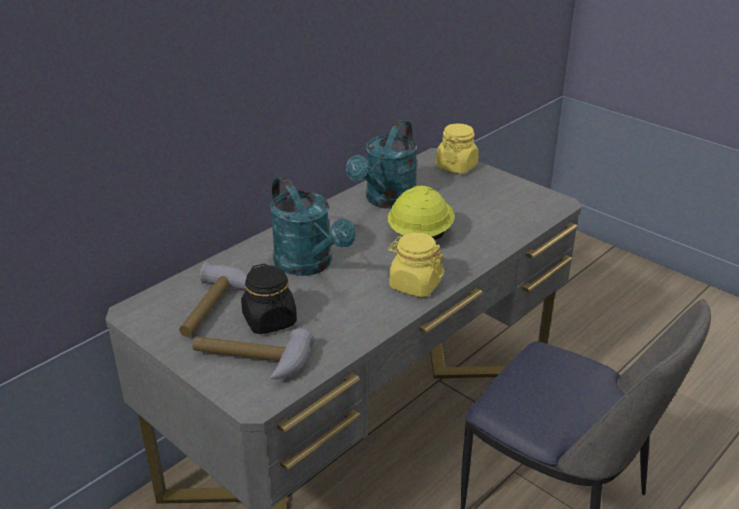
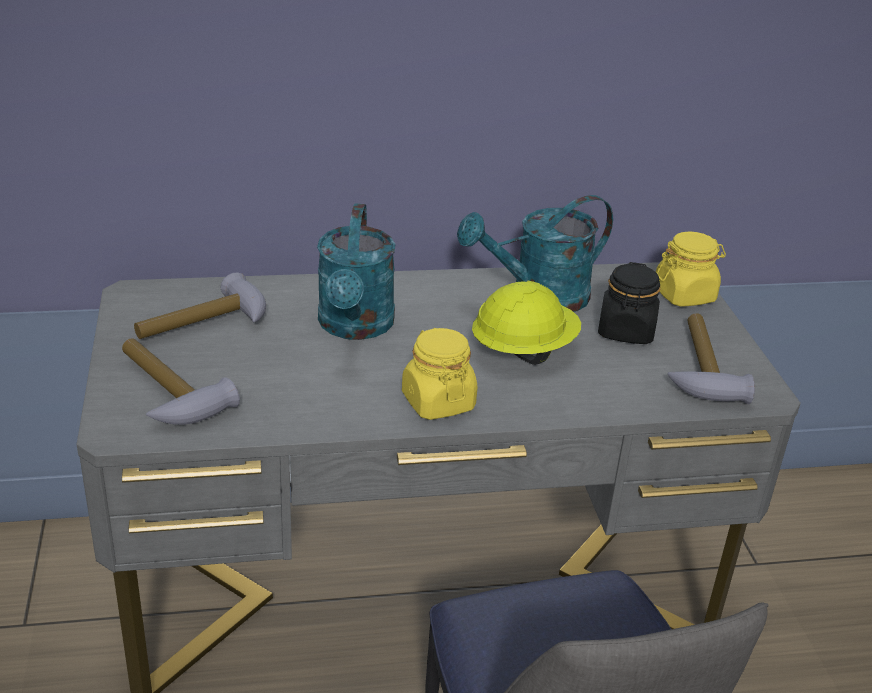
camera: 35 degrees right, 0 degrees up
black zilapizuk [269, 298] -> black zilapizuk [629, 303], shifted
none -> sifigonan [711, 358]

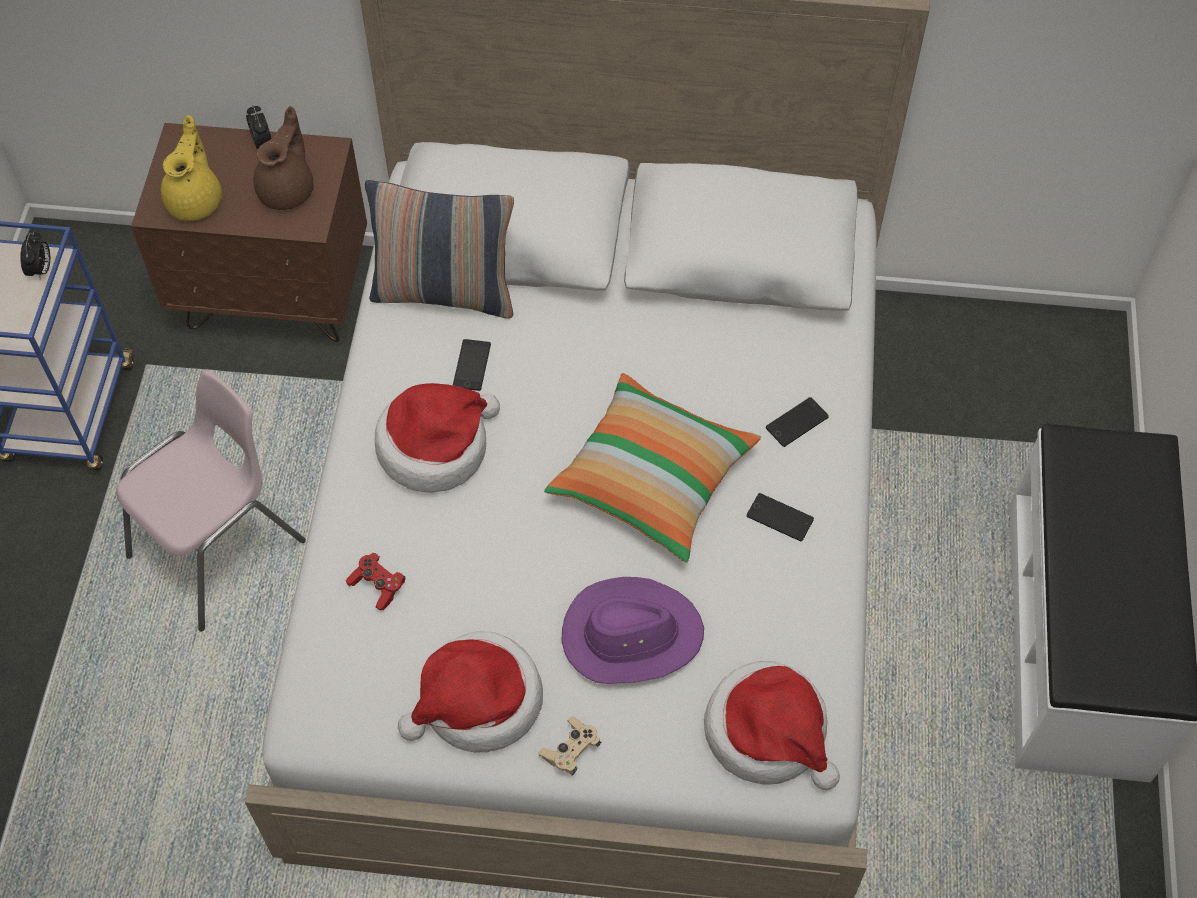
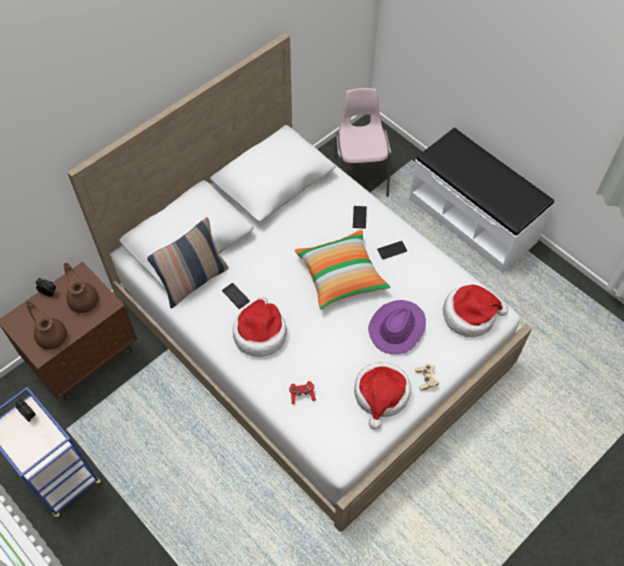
camera: 50 degrees left, 0 degrees up
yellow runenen [191, 168] -> brown runenen [46, 325]
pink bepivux [211, 500] -> pink bepivux [362, 142], shifted

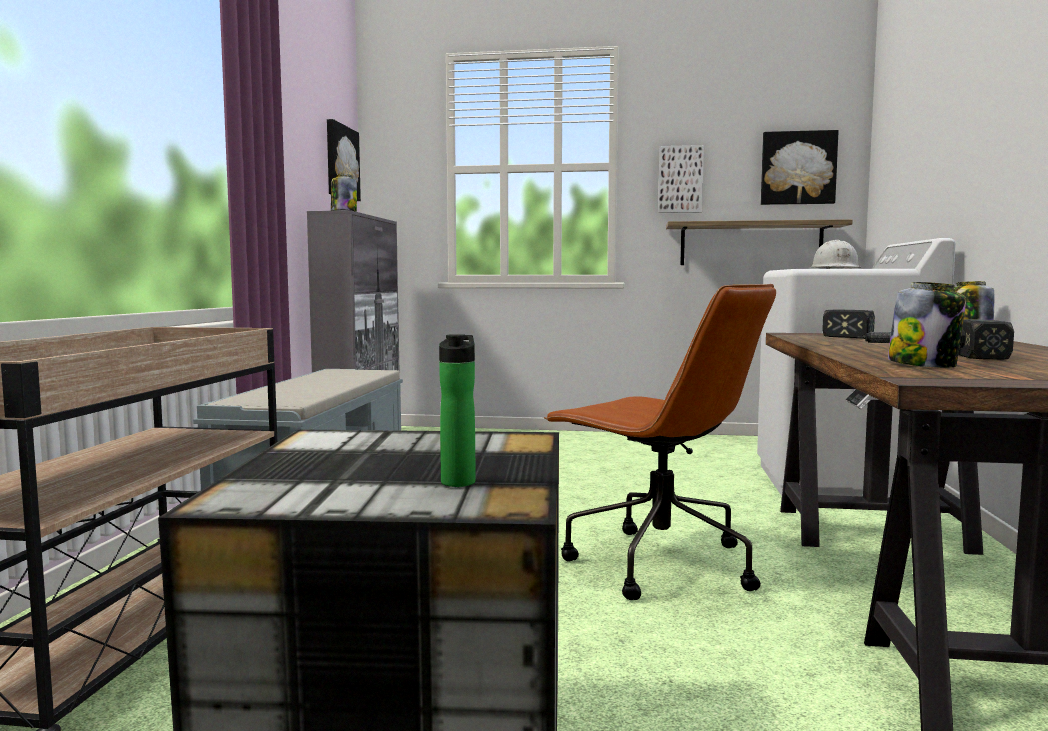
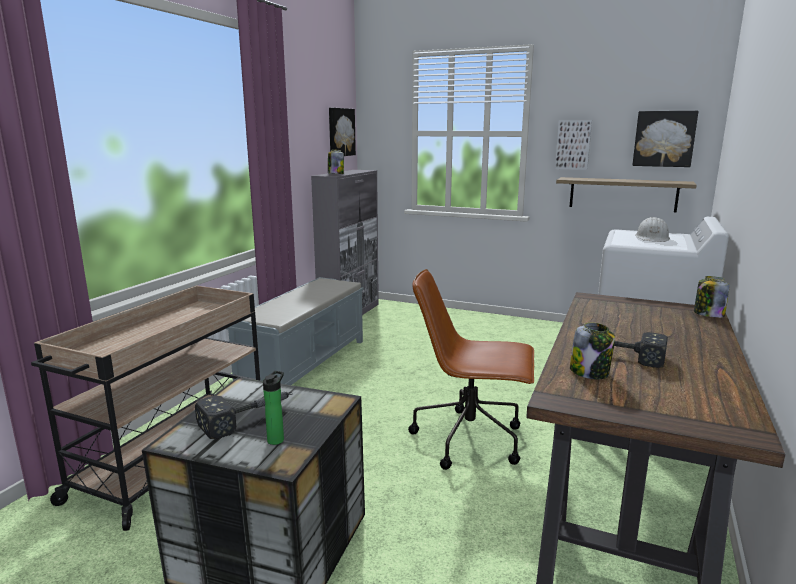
camera: 15 degrees right, 10 degrees up
sifigonan [848, 324] -> sifigonan [244, 415], shifted
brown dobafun [660, 442] -> brown dobafun [471, 369], 135 degrees clockwise

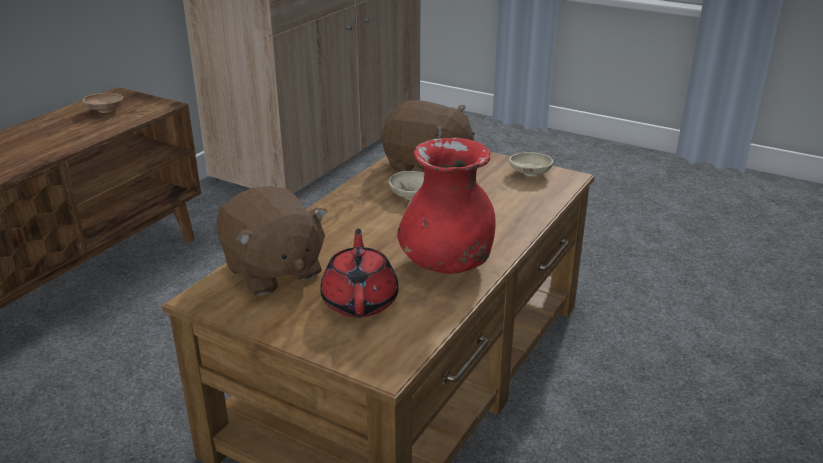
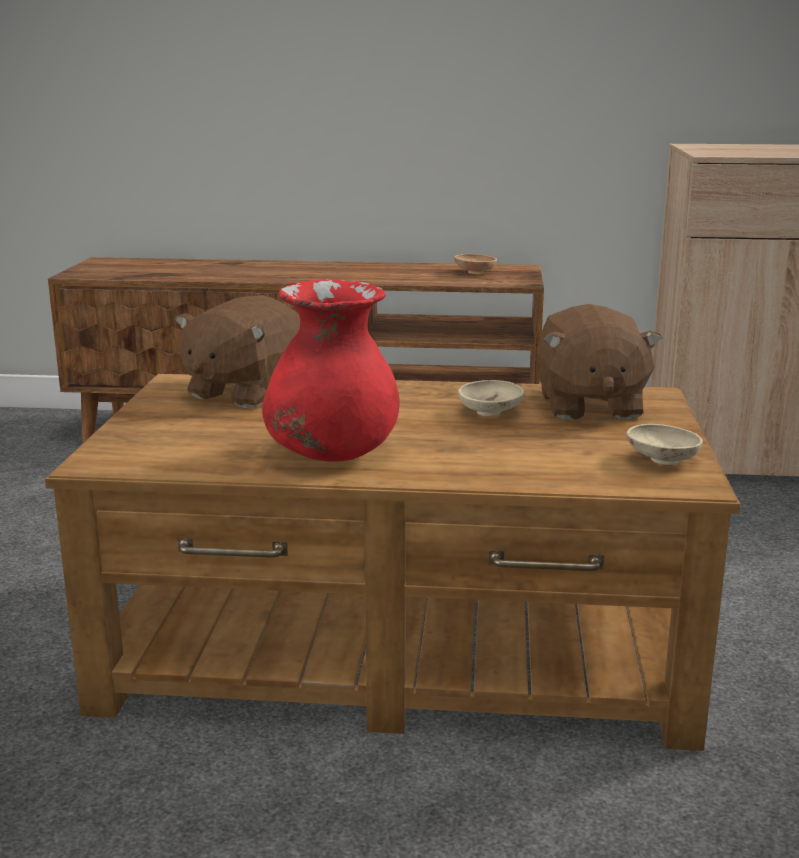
camera: 65 degrees right, 10 degrees down
red runenen [359, 273] -> none

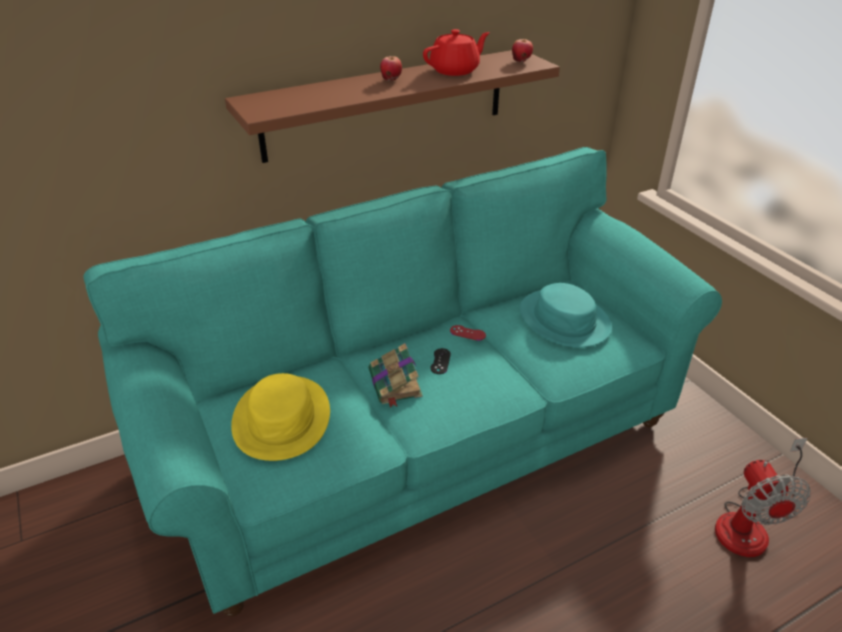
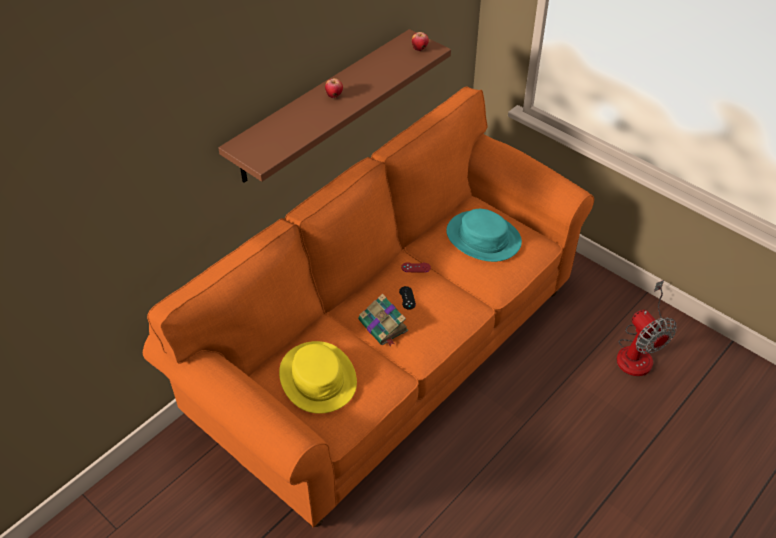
camera: 20 degrees left, 10 degrees up
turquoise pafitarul [402, 381] -> orange pafitarul [368, 307]
red runenen [456, 52] -> none

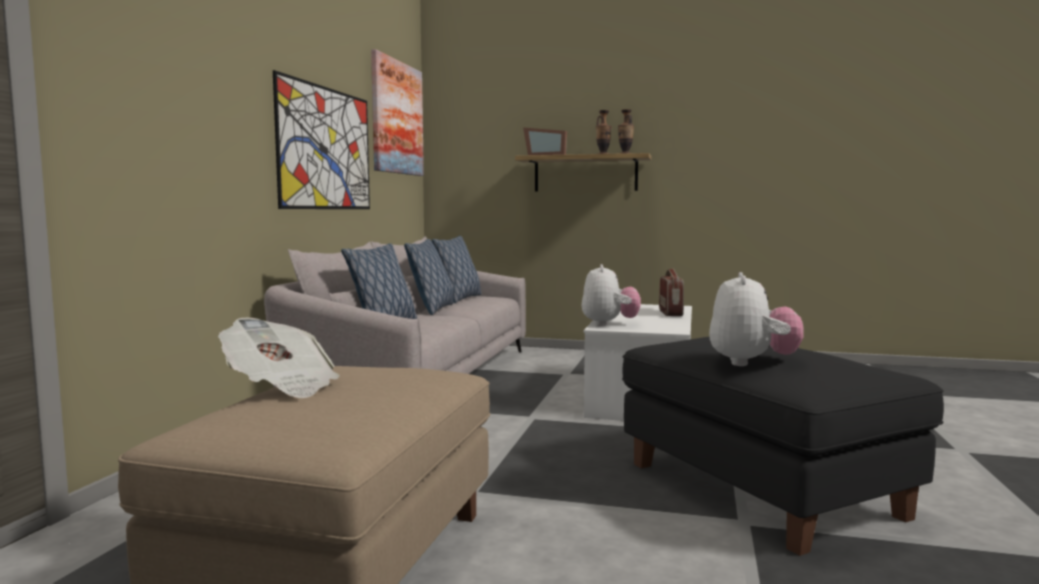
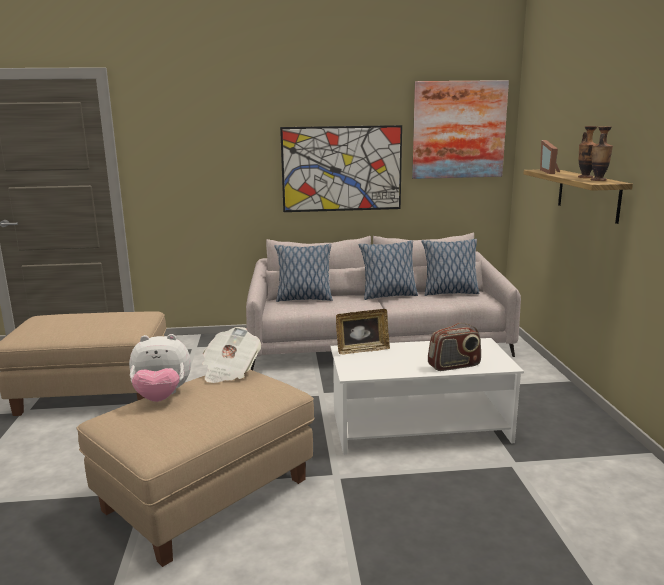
camera: 70 degrees right, 10 degrees up
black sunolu [783, 446] -> beige sunolu [196, 468]
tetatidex [278, 357] -> tetatidex [231, 355], shifted
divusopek [611, 295] -> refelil [363, 331]

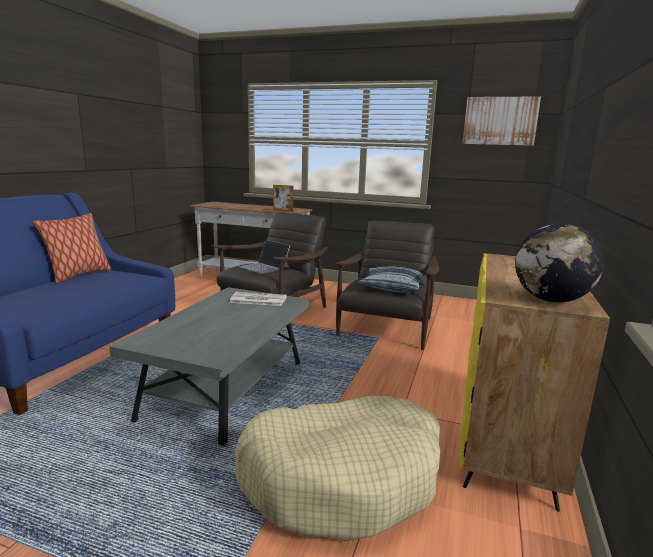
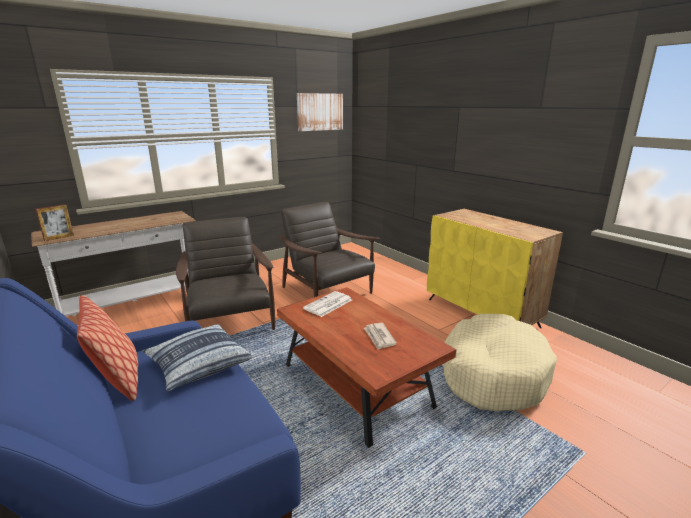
camera: 55 degrees left, 5 degrees up
refelil [283, 198] -> refelil [54, 222], shifted
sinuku [390, 279] -> sinuku [197, 357], shifted
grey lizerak [209, 367] -> brown lizerak [366, 367]
none -> tetatidex [380, 336]
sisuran [265, 257] -> none
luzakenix [559, 263] -> none

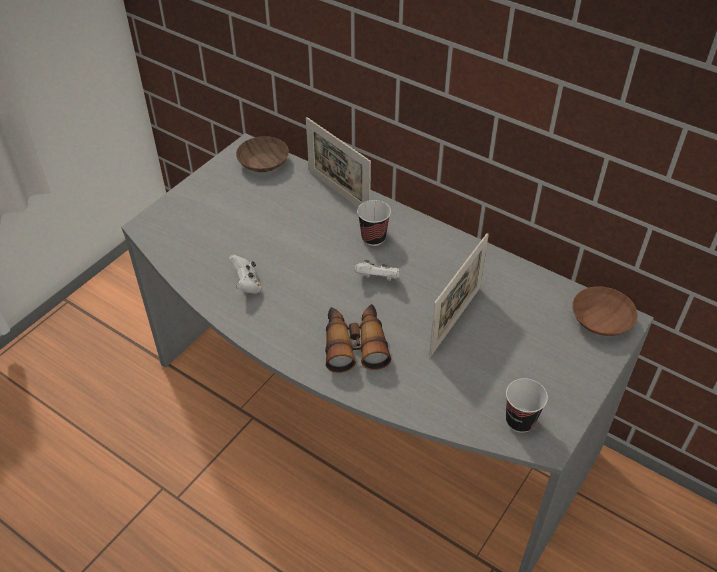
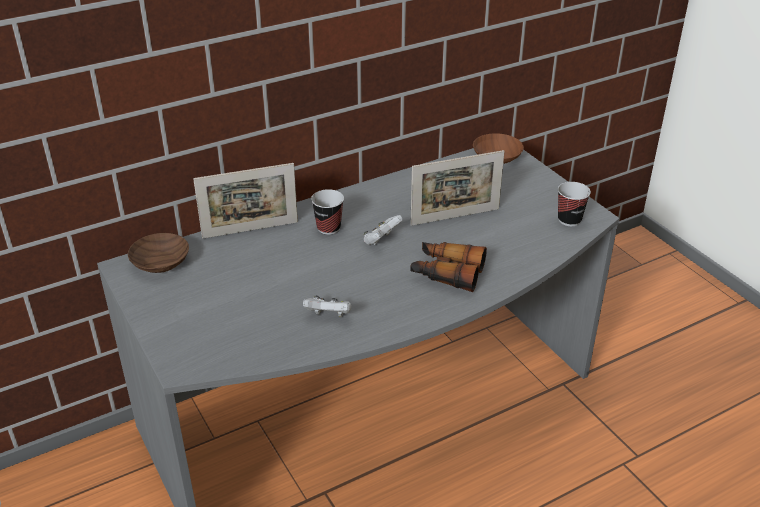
camera: 65 degrees left, 10 degrees down
refelil [459, 295] -> refelil [458, 188], 105 degrees clockwise

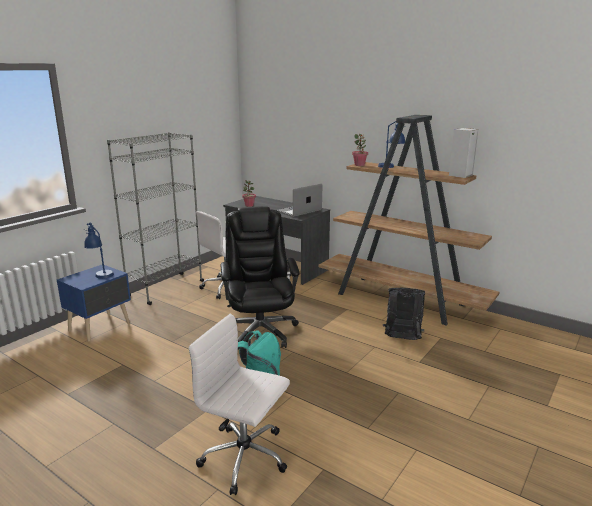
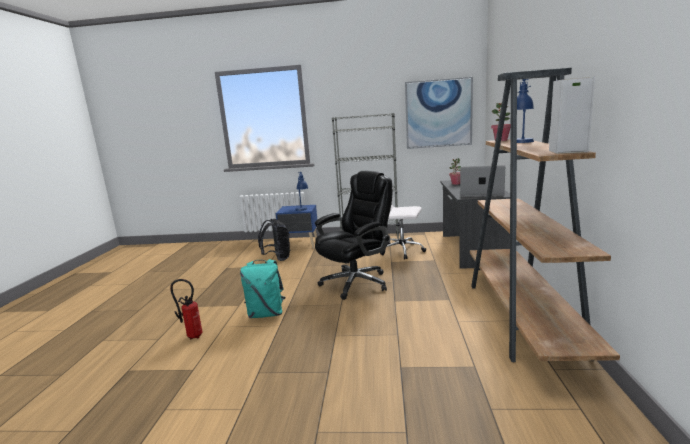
camera: 60 degrees right, 5 degrees down
white dobafun [239, 404] -> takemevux [186, 309]
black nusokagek [404, 314] -> black nusokagek [274, 240], shifted
none -> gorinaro [439, 113]

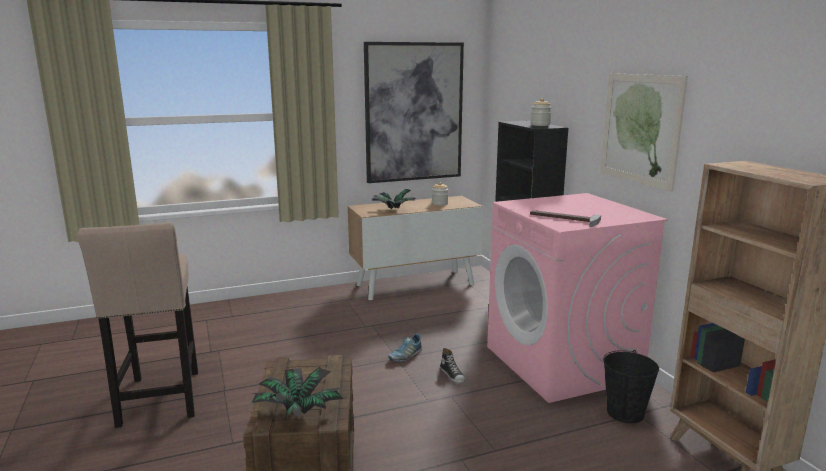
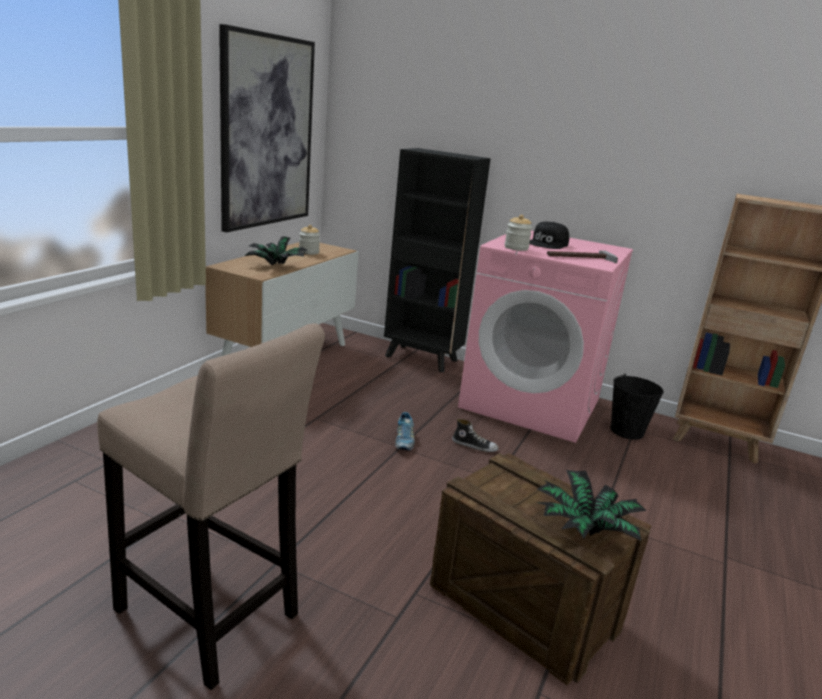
camera: 45 degrees left, 5 degrees up
zilapizuk [541, 112] -> zilapizuk [518, 233], shifted
none -> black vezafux [549, 235]
gorinaro [644, 132] -> none

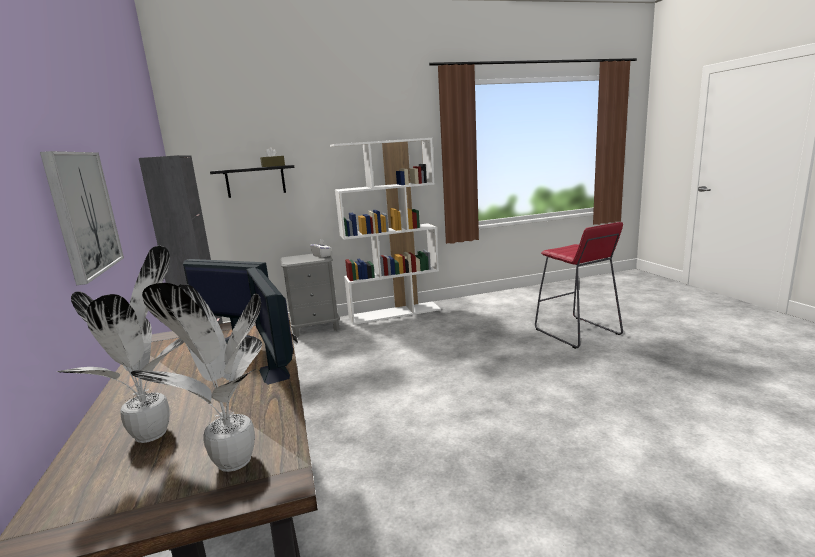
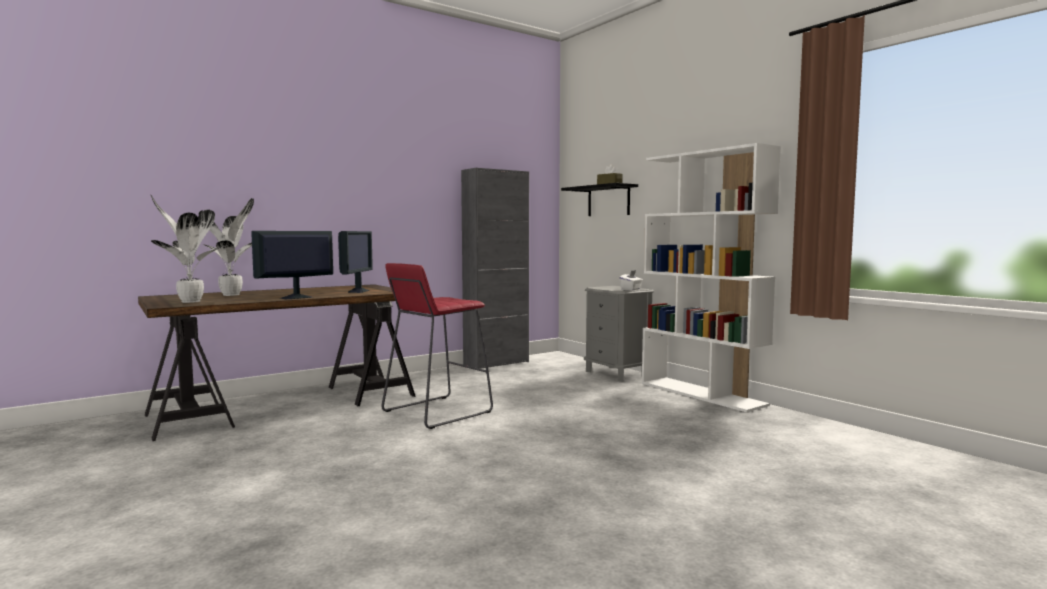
camera: 70 degrees right, 10 degrees down
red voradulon [579, 285] -> red voradulon [437, 346], shifted
gorinaro [82, 218] -> none

